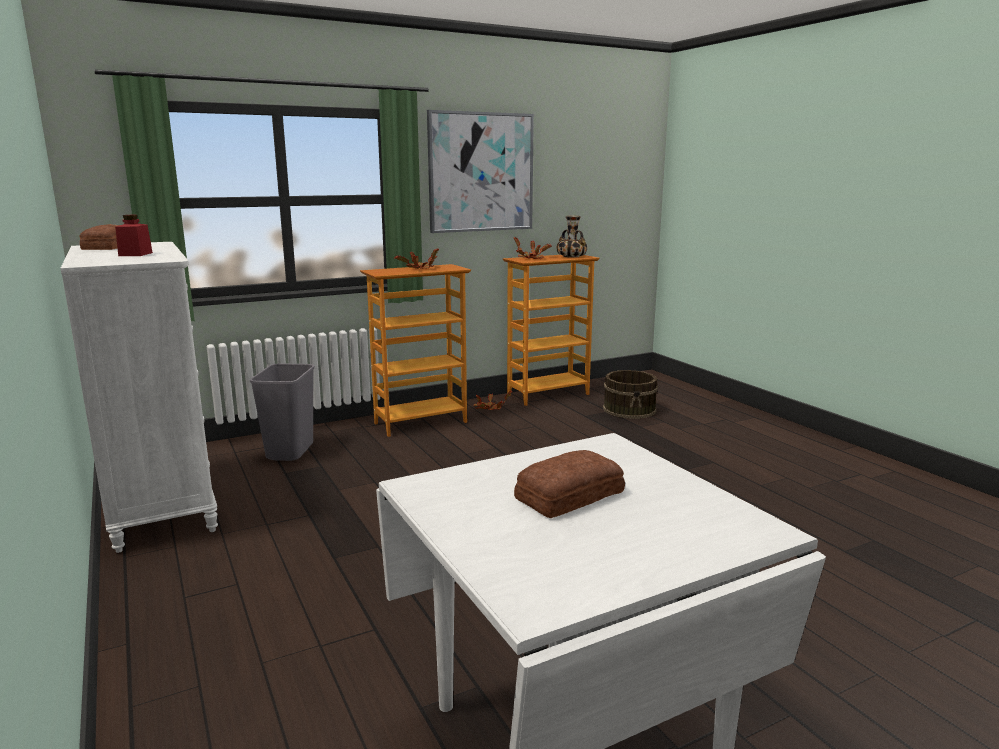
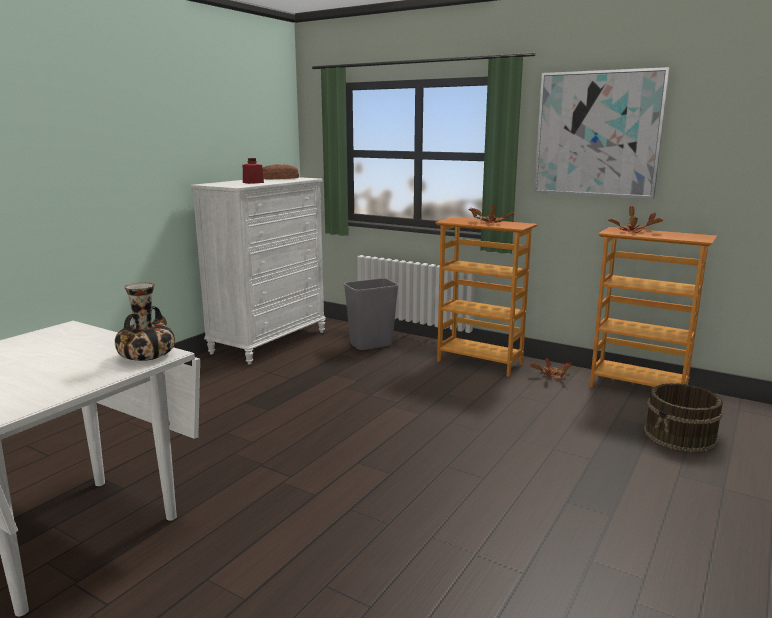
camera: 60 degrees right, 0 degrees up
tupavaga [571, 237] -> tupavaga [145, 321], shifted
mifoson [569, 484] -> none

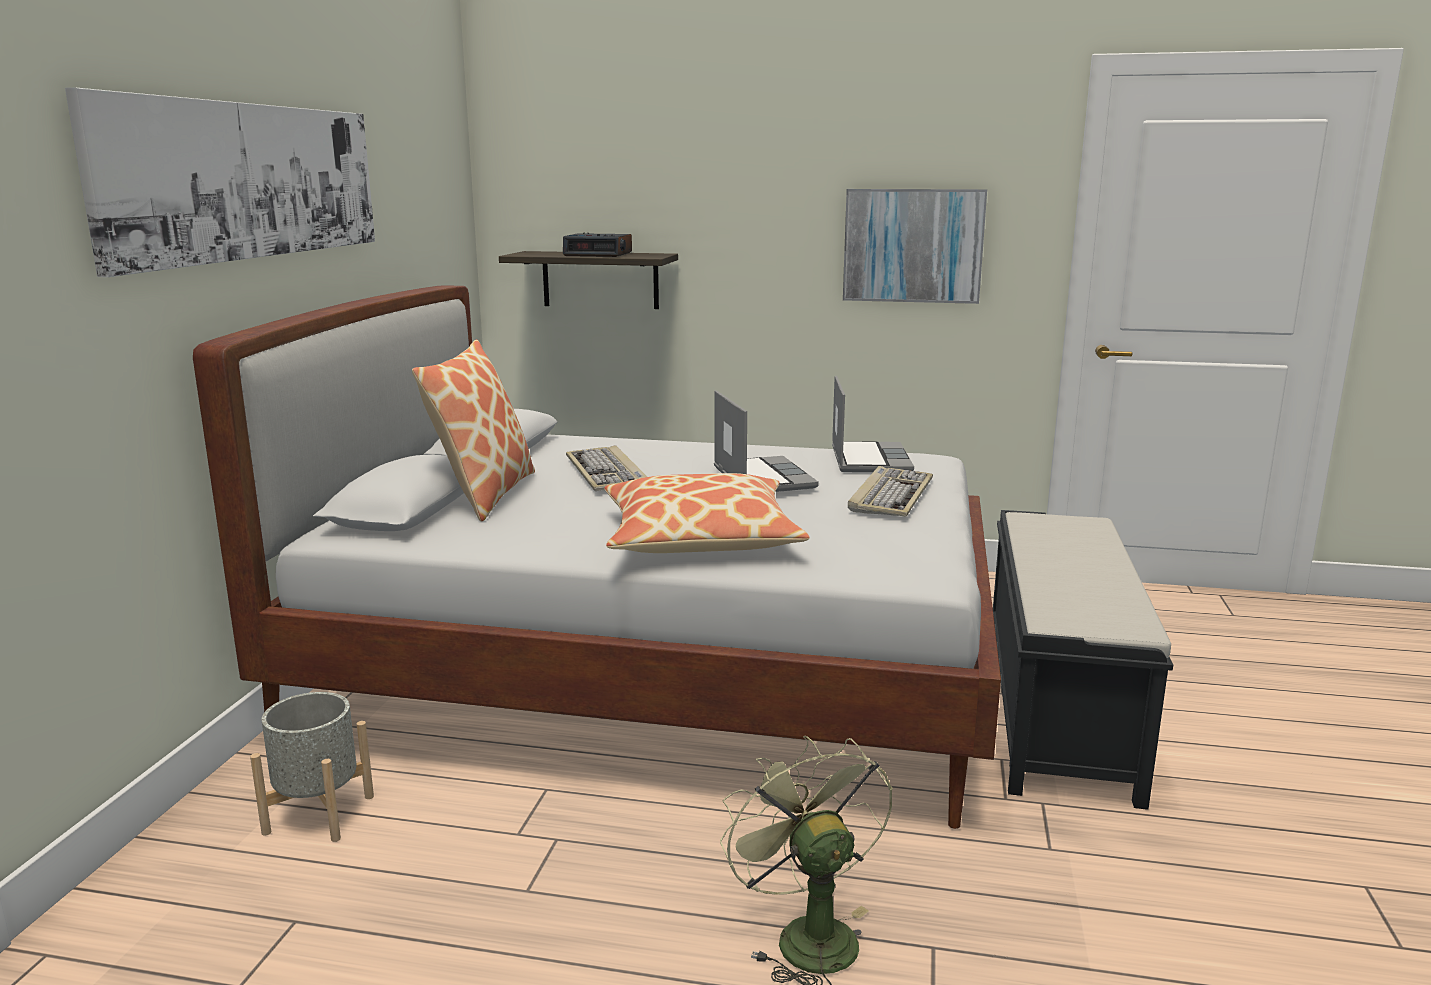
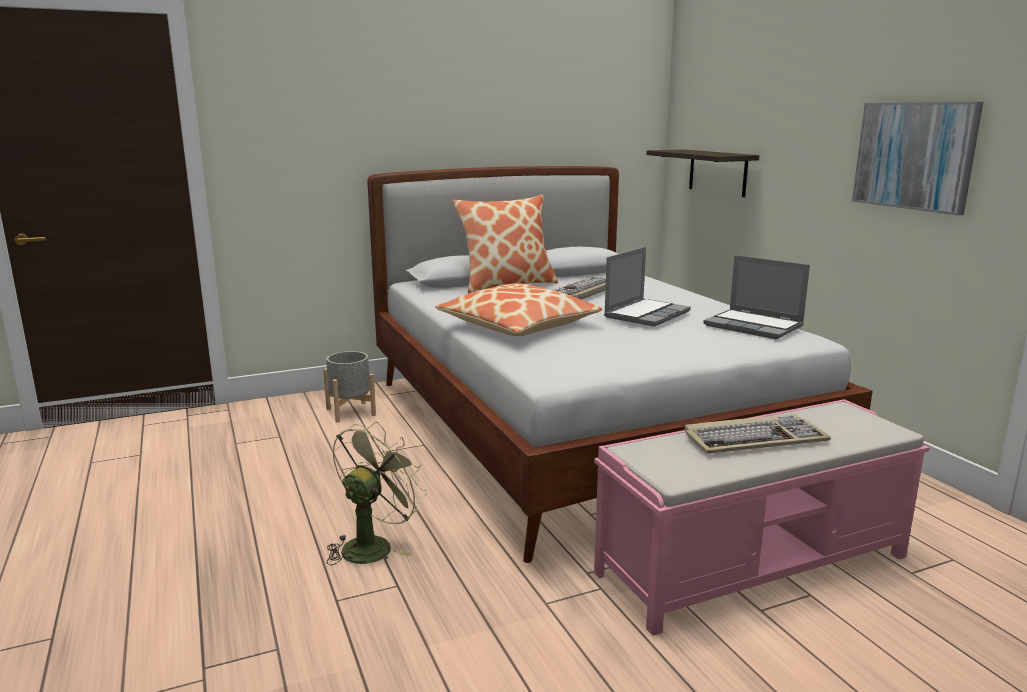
camera: 55 degrees right, 0 degrees up
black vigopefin [1083, 660] -> pink vigopefin [762, 517]
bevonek [890, 491] -> bevonek [758, 434], shifted
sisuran [873, 424] -> sisuran [756, 297], 75 degrees clockwise
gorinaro [220, 182] -> none
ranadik [597, 245] -> none

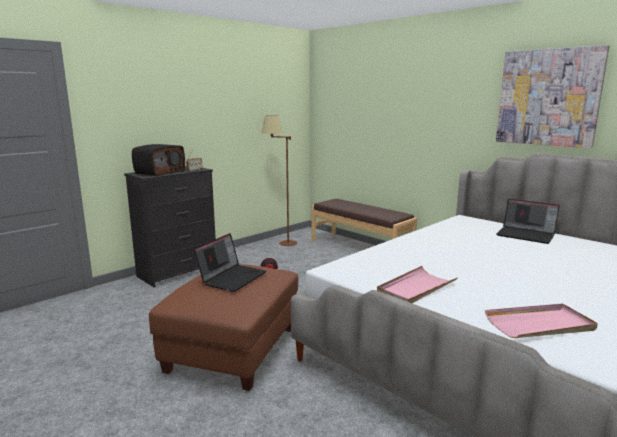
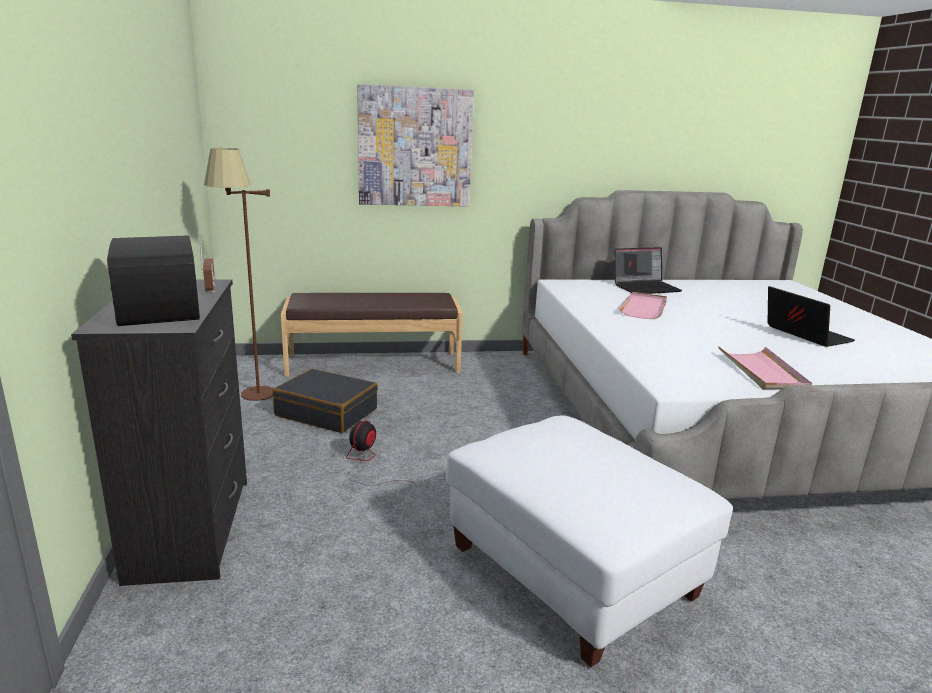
camera: 55 degrees left, 5 degrees up
none -> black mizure [325, 401]
gorinaro [553, 96] -> gorinaro [415, 145], shifted
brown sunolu [223, 327] -> white sunolu [589, 541]
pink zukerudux [541, 321] -> pink zukerudux [642, 305], shifted
sisuran [230, 262] -> sisuran [811, 316], shifted

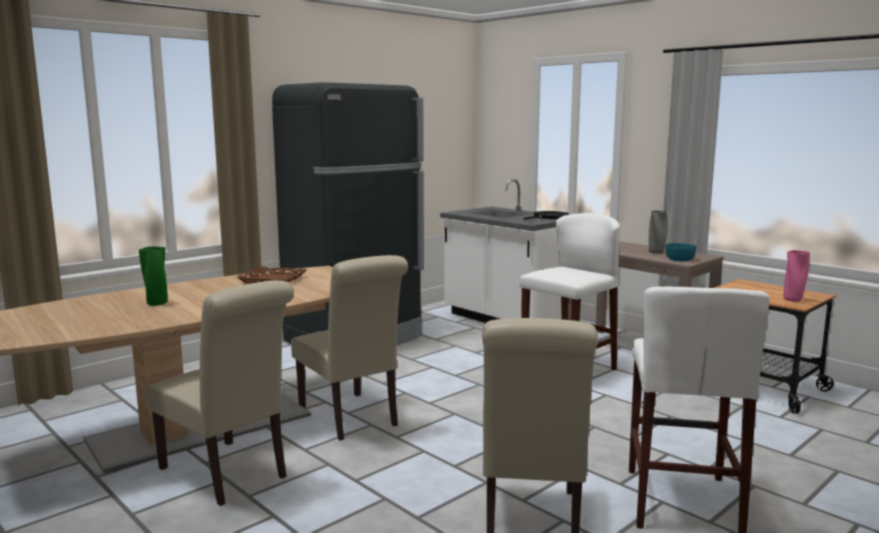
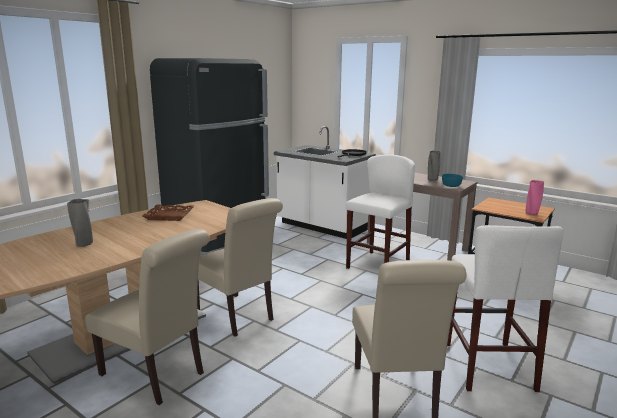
camera: 10 degrees left, 5 degrees up
green tupavaga [153, 276] -> grey tupavaga [80, 223]

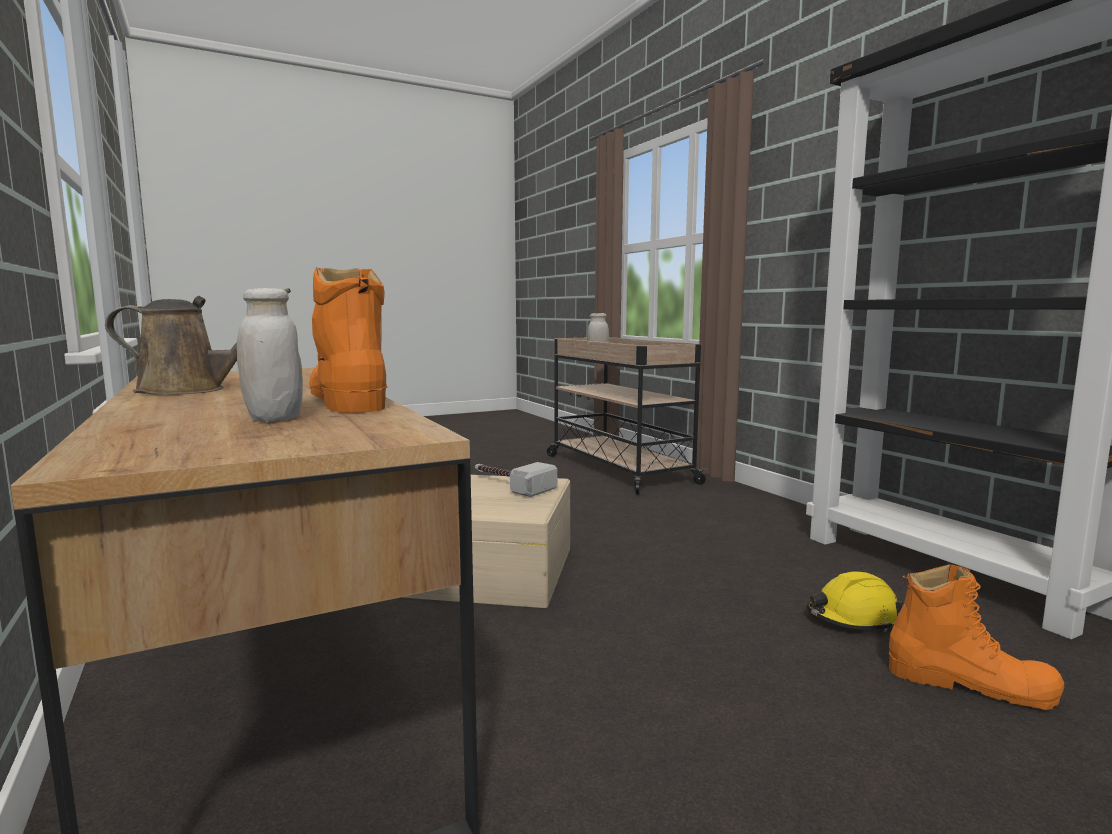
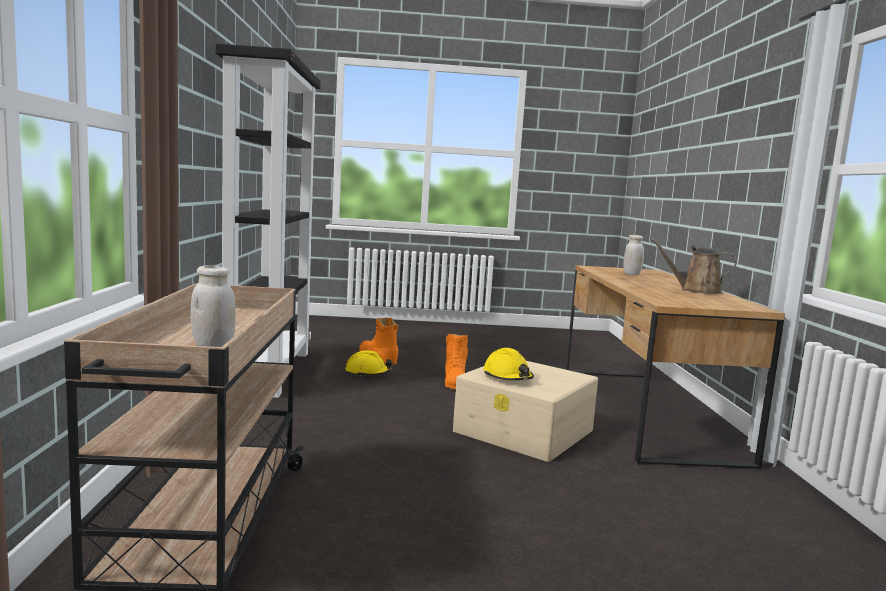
camera: 155 degrees left, 0 degrees up
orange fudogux [348, 340] -> orange fudogux [456, 361], shifted
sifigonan [516, 479] -> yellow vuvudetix [508, 364]

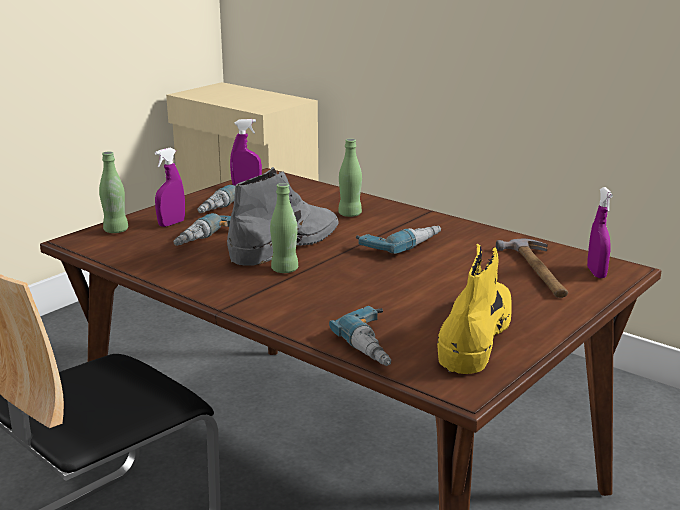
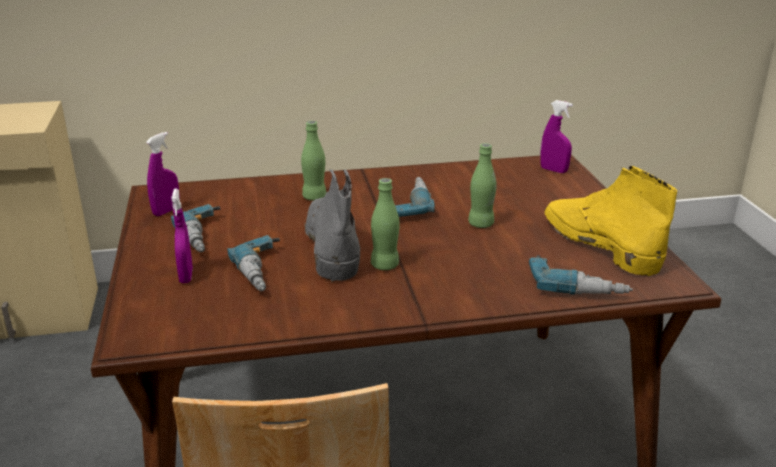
camera: 50 degrees left, 5 degrees up
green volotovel [113, 192] -> green volotovel [482, 185], shifted
sifigonan [532, 268] -> none

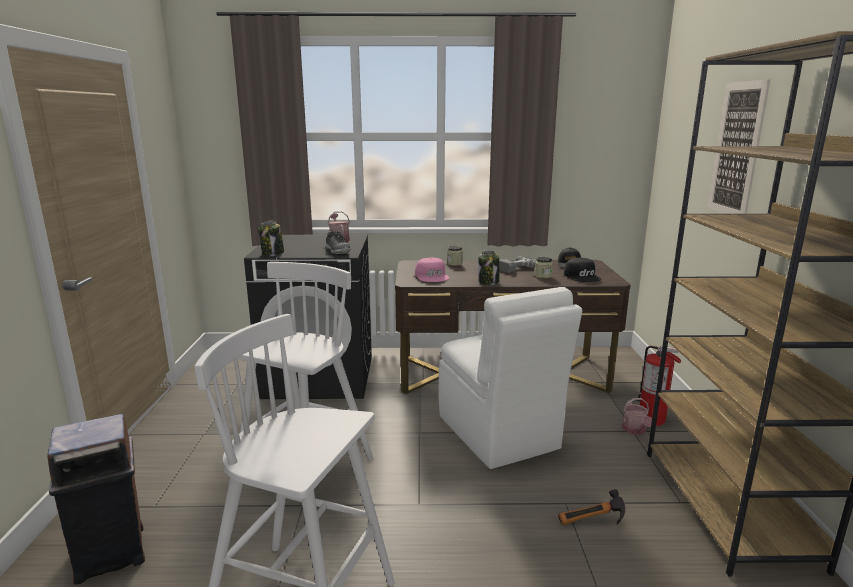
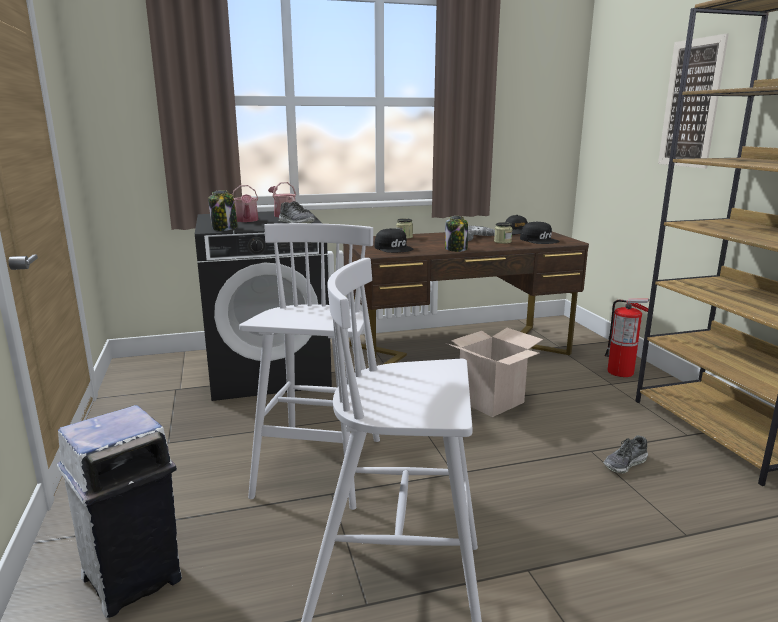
camera: 15 degrees left, 0 degrees up
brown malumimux [96, 499] -> white malumimux [119, 511]
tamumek [637, 416] -> tamumek [245, 203], shifted
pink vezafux [432, 270] -> black vezafux [394, 240]
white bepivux [510, 378] -> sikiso [494, 372]
sifigonan [591, 507] -> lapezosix [625, 454]

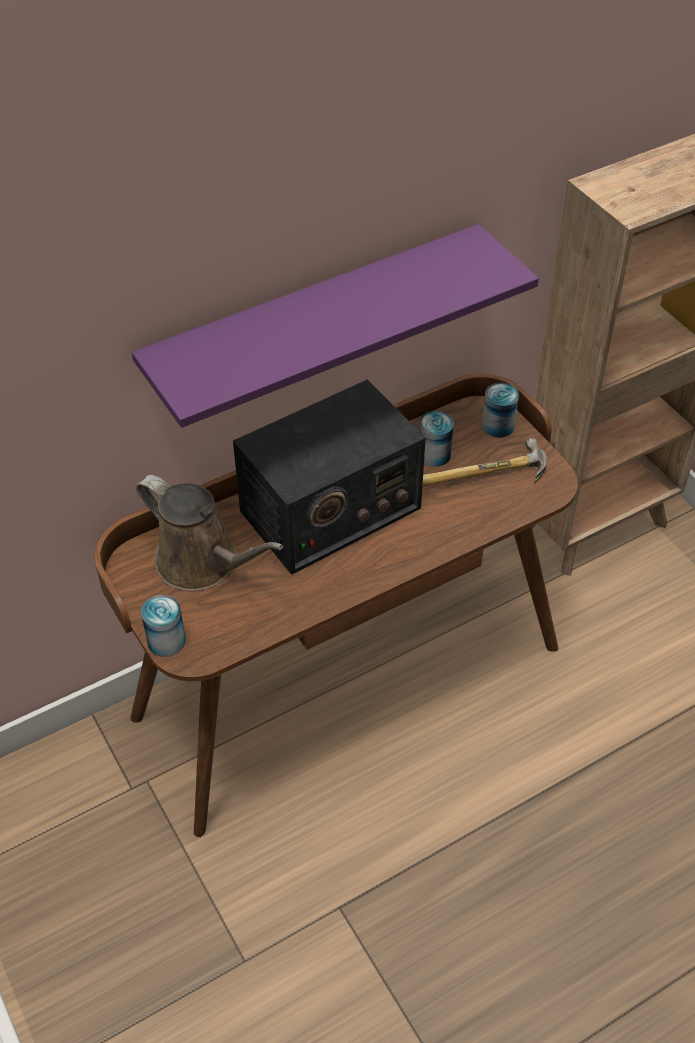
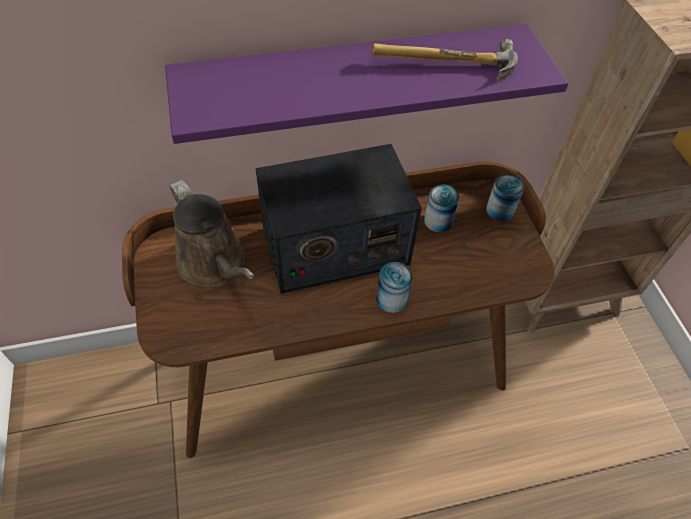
camera: 15 degrees right, 5 degrees up
sifigonan [484, 462] -> sifigonan [445, 61], shifted
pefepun [163, 626] -> pefepun [394, 287], shifted

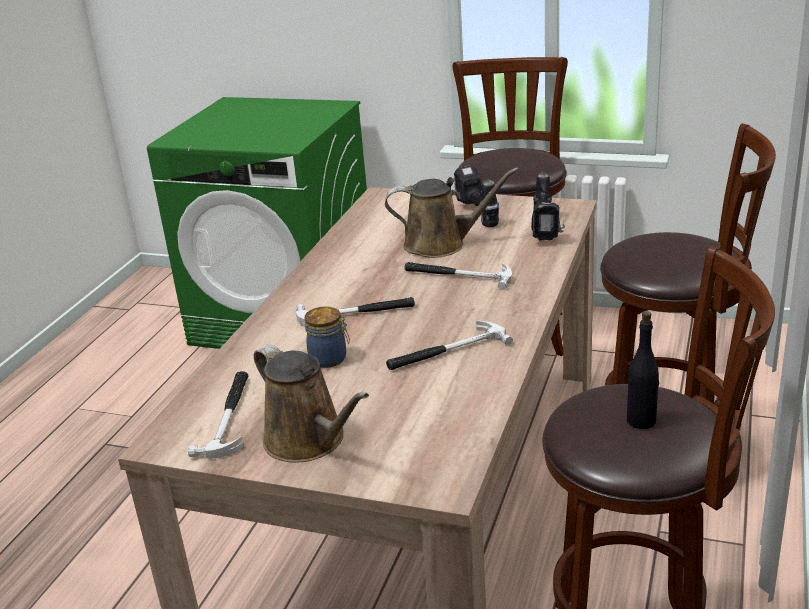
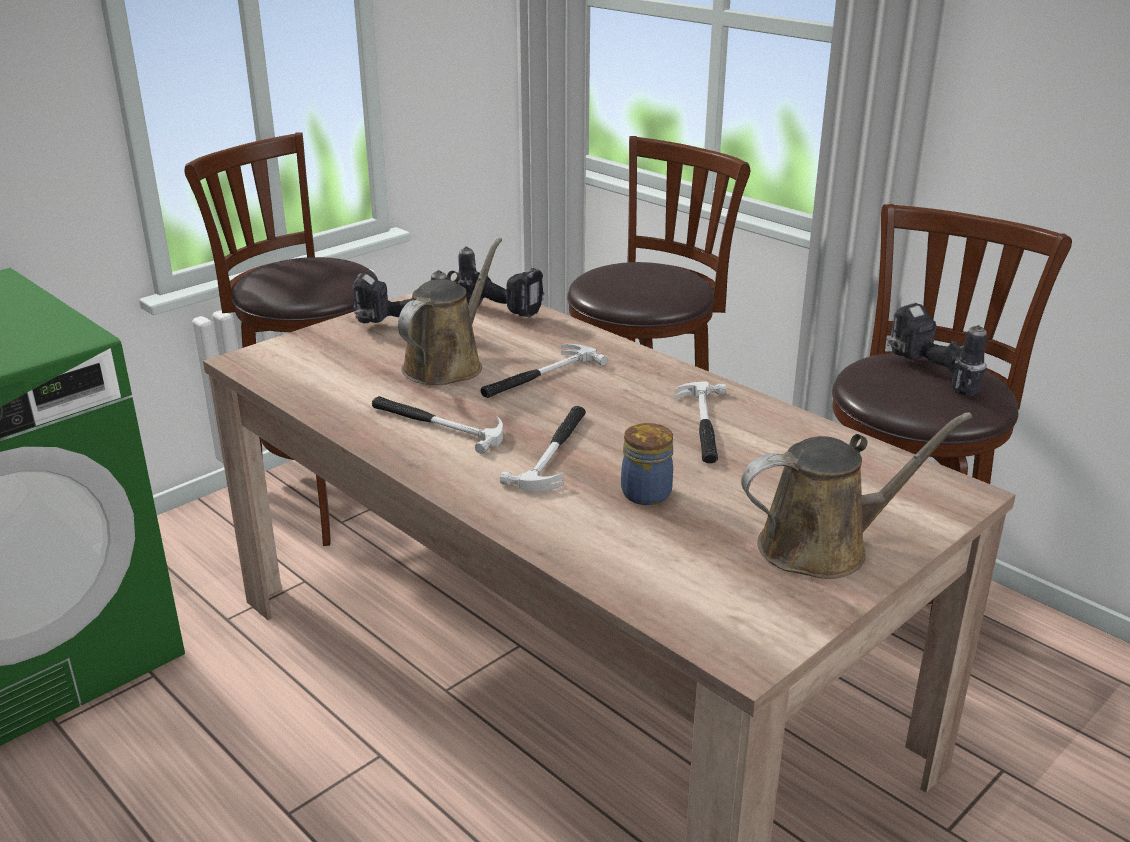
camera: 65 degrees left, 0 degrees up
sifigonan [218, 415] -> sifigonan [437, 425], shifted
black volotovel [643, 370] -> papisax [937, 349]

